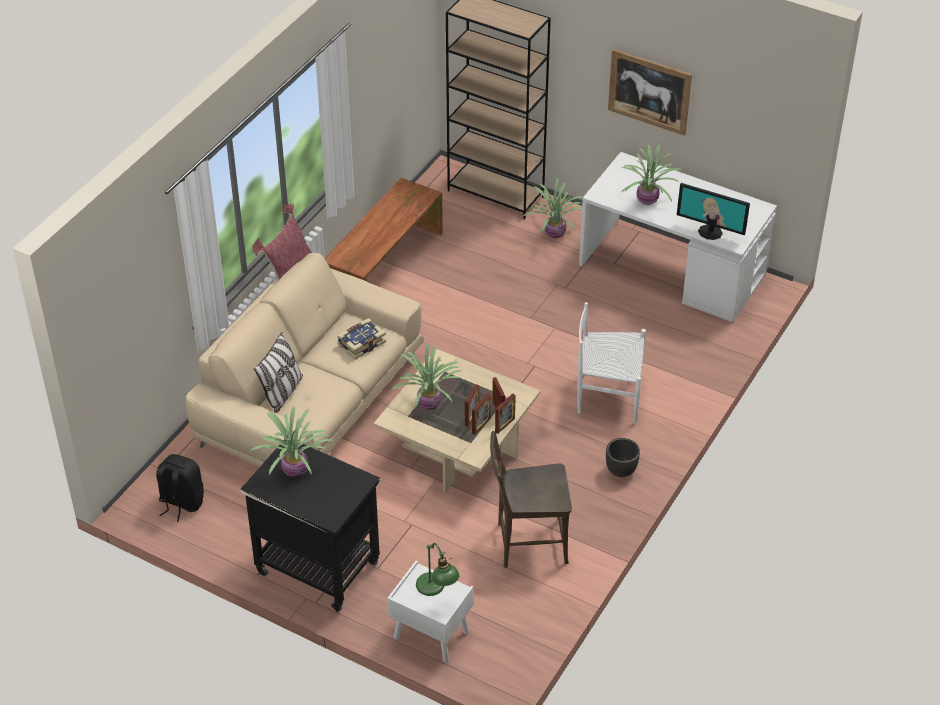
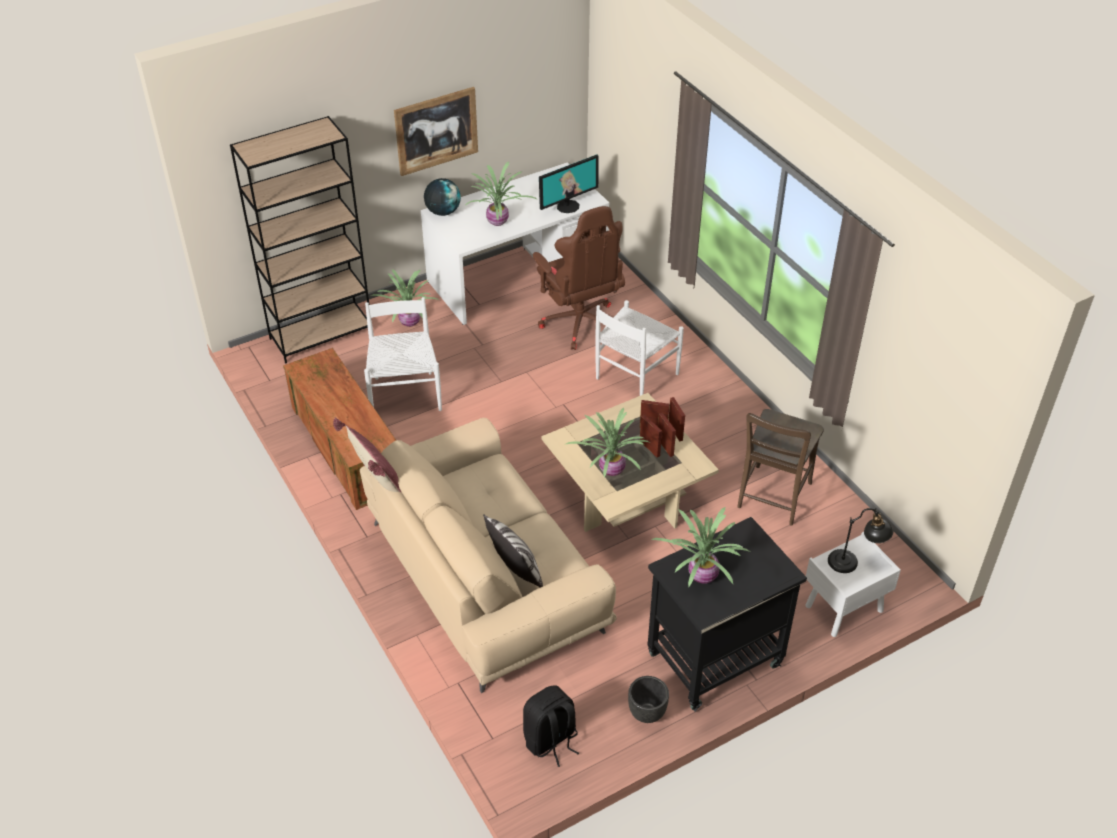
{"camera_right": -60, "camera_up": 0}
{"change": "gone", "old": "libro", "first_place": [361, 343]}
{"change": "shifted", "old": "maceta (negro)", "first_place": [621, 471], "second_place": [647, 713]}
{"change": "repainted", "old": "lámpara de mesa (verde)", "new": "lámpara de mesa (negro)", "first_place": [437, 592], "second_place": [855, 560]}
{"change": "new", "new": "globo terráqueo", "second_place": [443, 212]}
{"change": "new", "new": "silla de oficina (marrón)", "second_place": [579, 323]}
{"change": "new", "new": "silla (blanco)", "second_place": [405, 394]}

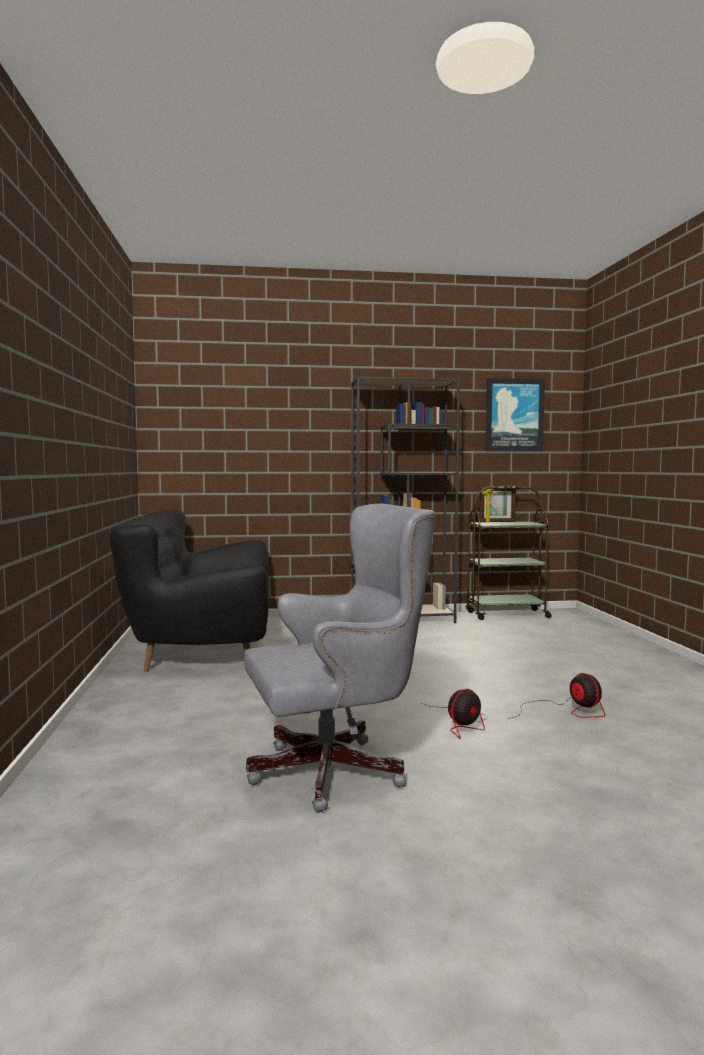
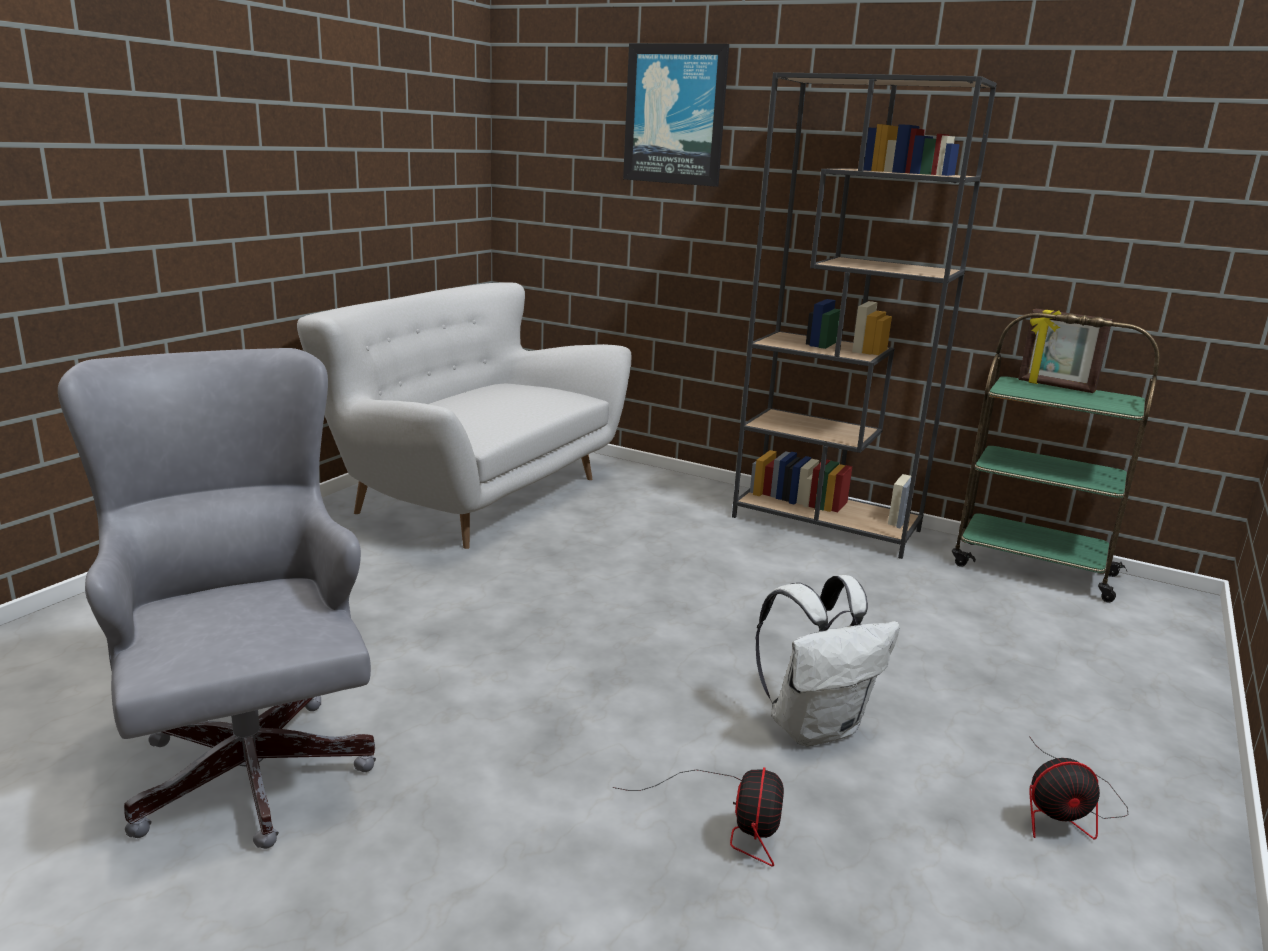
{"camera_right": 35, "camera_up": 15}
{"change": "shifted", "old": "cuadro", "first_place": [514, 415], "second_place": [675, 115]}
{"change": "rotated", "old": "silla de oficina (gris)", "first_place": [337, 771], "second_place": [248, 763], "degrees": -135}
{"change": "repainted", "old": "sofá (negro)", "new": "sofá (blanco)", "first_place": [200, 647], "second_place": [473, 493]}
{"change": "shifted", "old": "ventilador", "first_place": [462, 724], "second_place": [1066, 810]}
{"change": "new", "new": "mochila (blanco)", "second_place": [815, 726]}

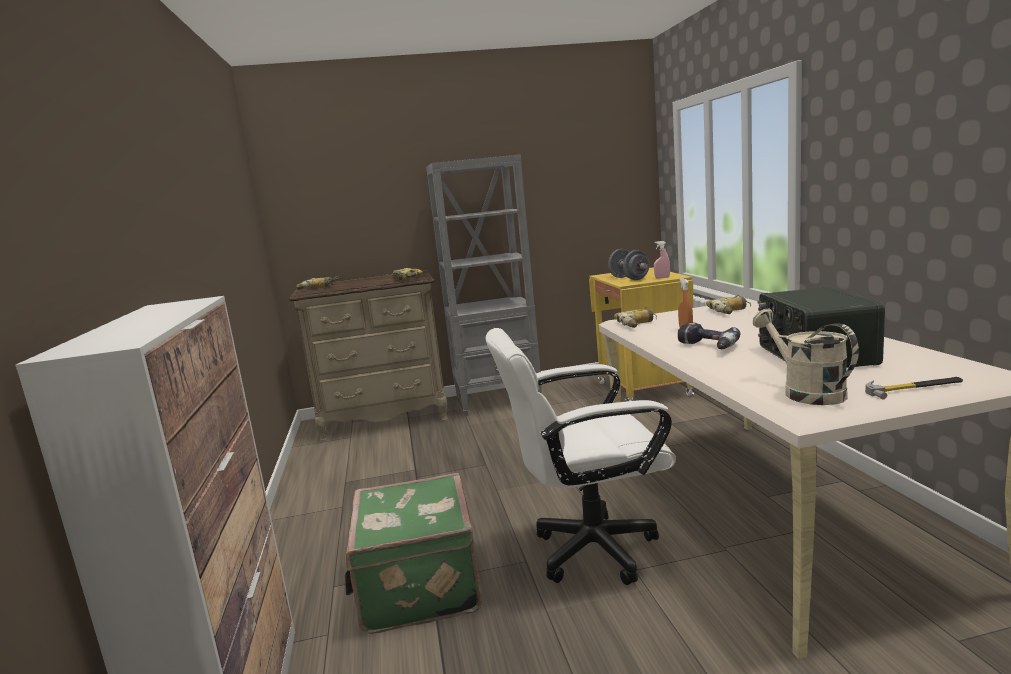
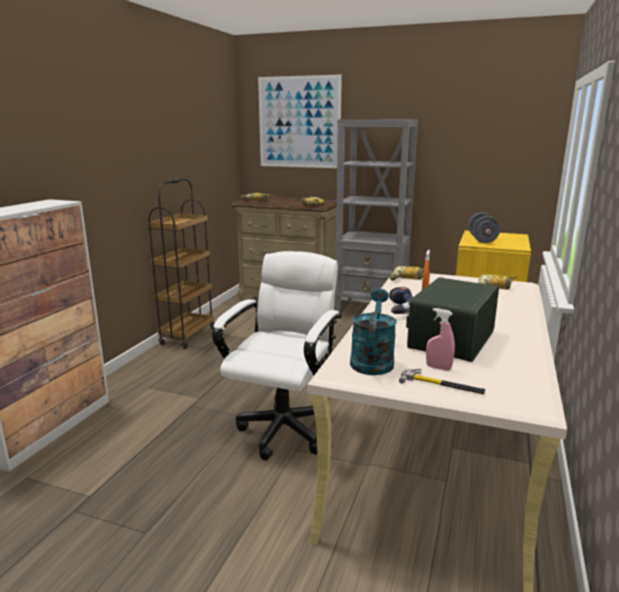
{"camera_right": 30, "camera_up": 5}
{"change": "shifted", "old": "pulverizador (rosa)", "first_place": [662, 278], "second_place": [438, 368]}
{"change": "repainted", "old": "regadera (beis)", "new": "regadera (turquesa)", "first_place": [805, 391], "second_place": [372, 360]}
{"change": "rotated", "old": "silla de oficina (blanco)", "first_place": [588, 554], "second_place": [285, 429], "degrees": 90}
{"change": "gone", "old": "maleta (verde)", "first_place": [417, 587]}
{"change": "new", "new": "cuadro", "second_place": [299, 122]}
{"change": "new", "new": "carrito (marrón)", "second_place": [187, 337]}

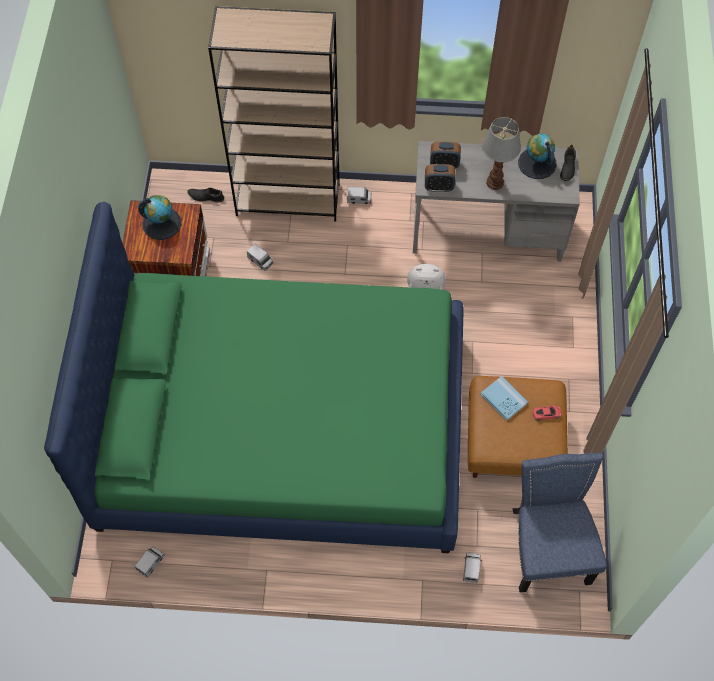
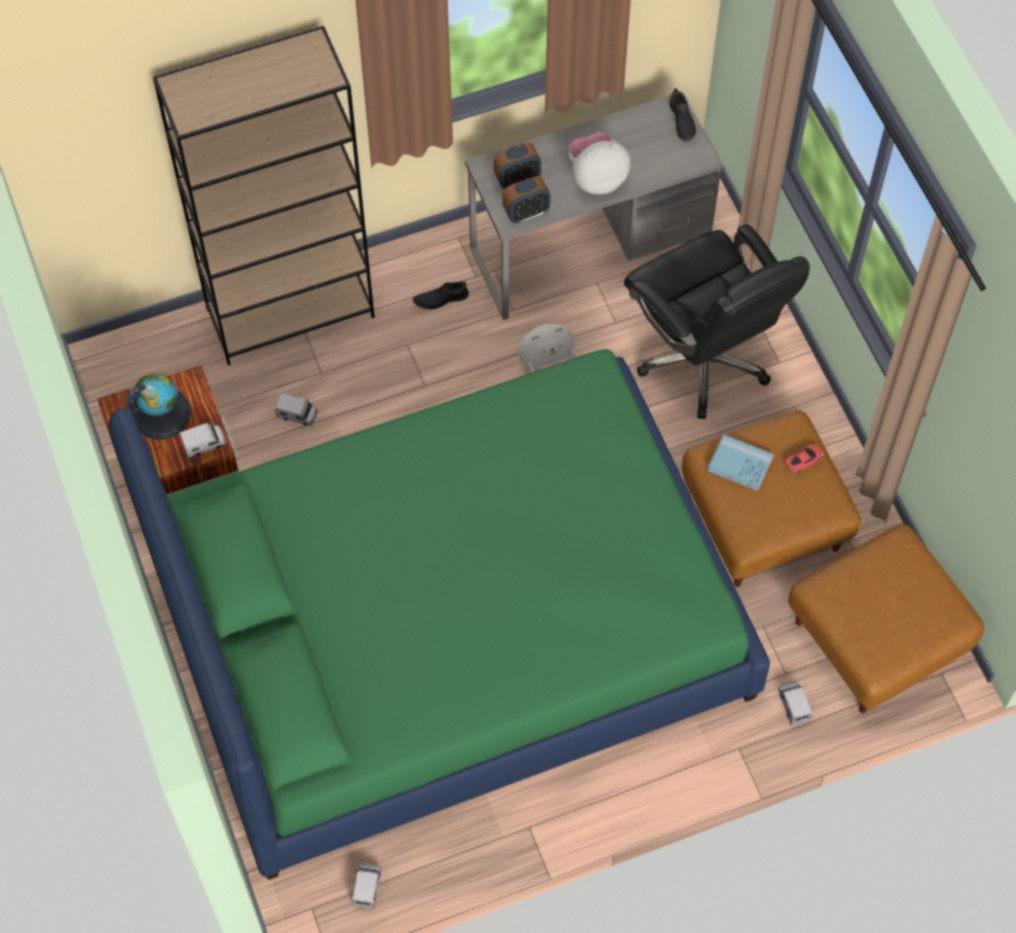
{"camera_right": -25, "camera_up": 0}
{"change": "swapped", "old": "lámpara de mesa", "new": "peluche", "first_place": [494, 182], "second_place": [596, 178]}
{"change": "gone", "old": "globo terráqueo", "first_place": [537, 163]}
{"change": "shifted", "old": "camión de juguete", "first_place": [359, 199], "second_place": [204, 444]}
{"change": "shifted", "old": "zapato (negro)", "first_place": [206, 196], "second_place": [440, 298]}
{"change": "swapped", "old": "silla (azul)", "new": "puf (marrón)", "first_place": [548, 549], "second_place": [876, 637]}
{"change": "new", "new": "silla de oficina (negro)", "second_place": [702, 358]}

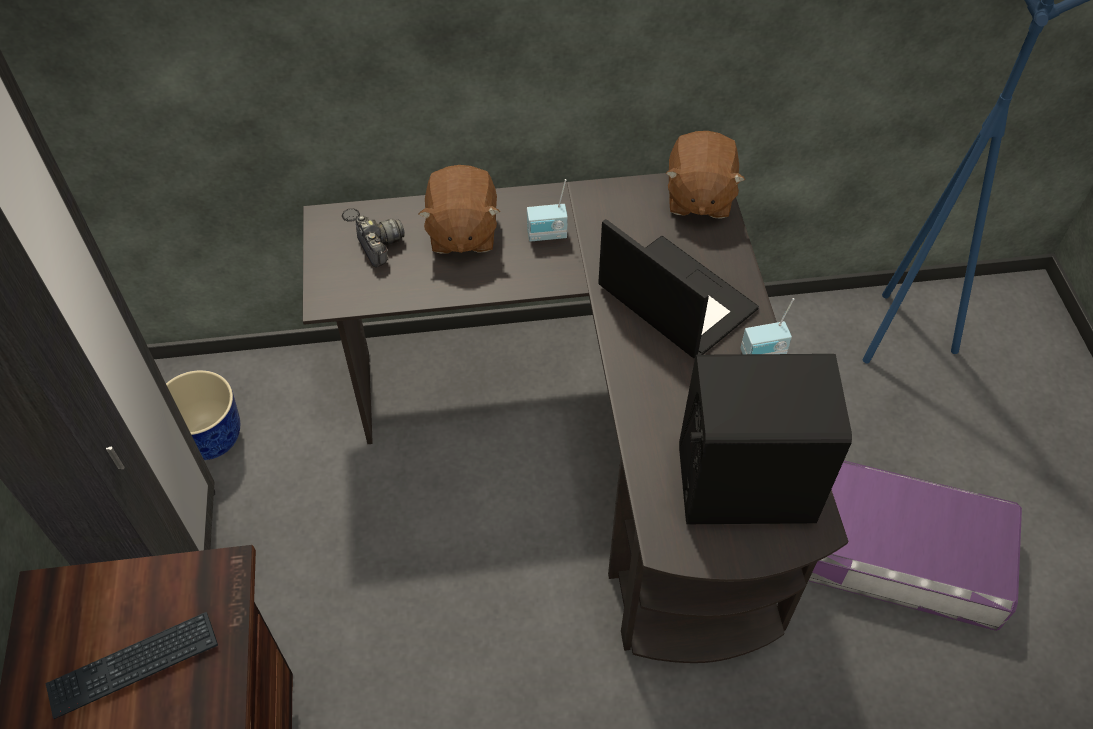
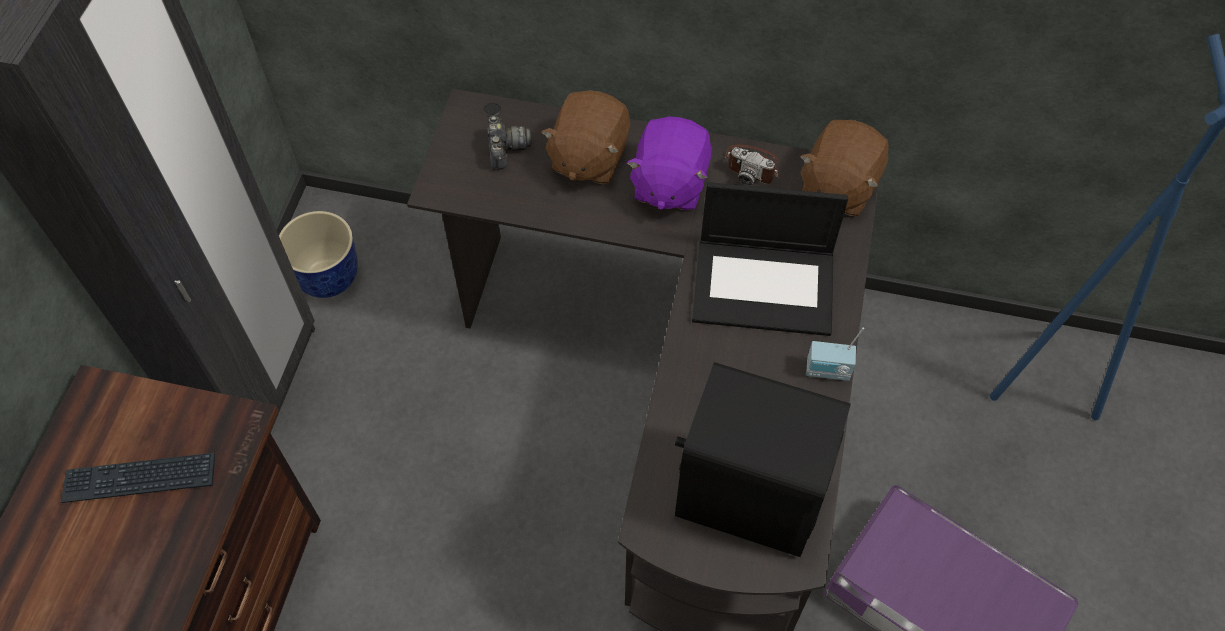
{"camera_right": 20, "camera_up": 5}
{"change": "swapped", "old": "radio", "new": "peluche (morado)", "first_place": [547, 235], "second_place": [669, 184]}
{"change": "rotated", "old": "portátil", "first_place": [674, 298], "second_place": [765, 285], "degrees": 120}
{"change": "new", "new": "cámara", "second_place": [752, 166]}

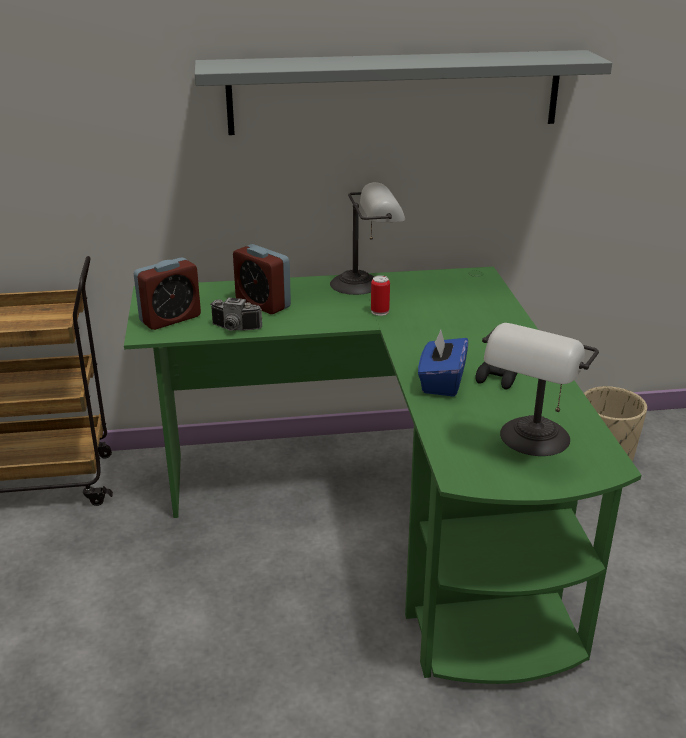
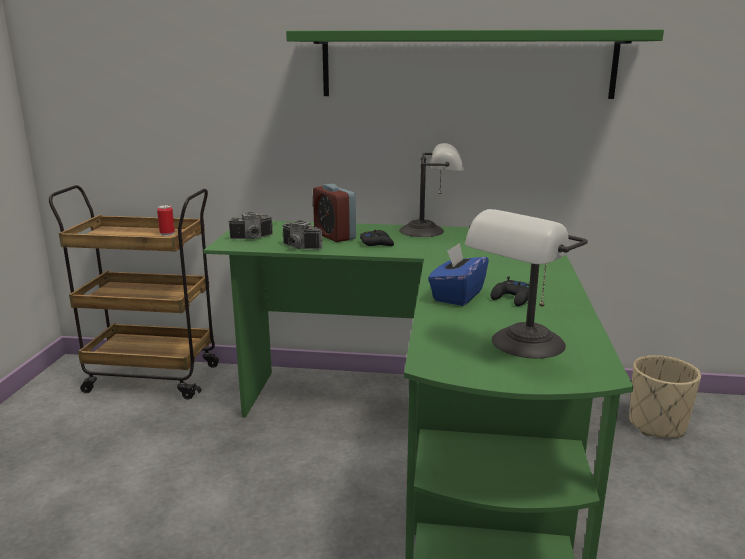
{"camera_right": 15, "camera_up": -10}
{"change": "repainted", "old": "estante (gris)", "new": "estante (verde)", "first_place": [395, 92], "second_place": [466, 64]}
{"change": "swapped", "old": "despertador", "new": "cámara", "first_place": [170, 319], "second_place": [253, 238]}
{"change": "shifted", "old": "lata", "first_place": [380, 311], "second_place": [167, 234]}
{"change": "new", "new": "mando de consola (negro)", "second_place": [377, 243]}

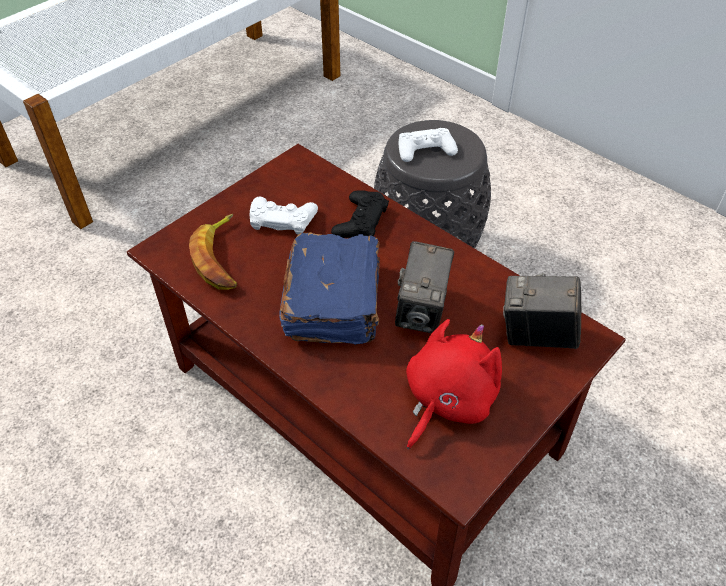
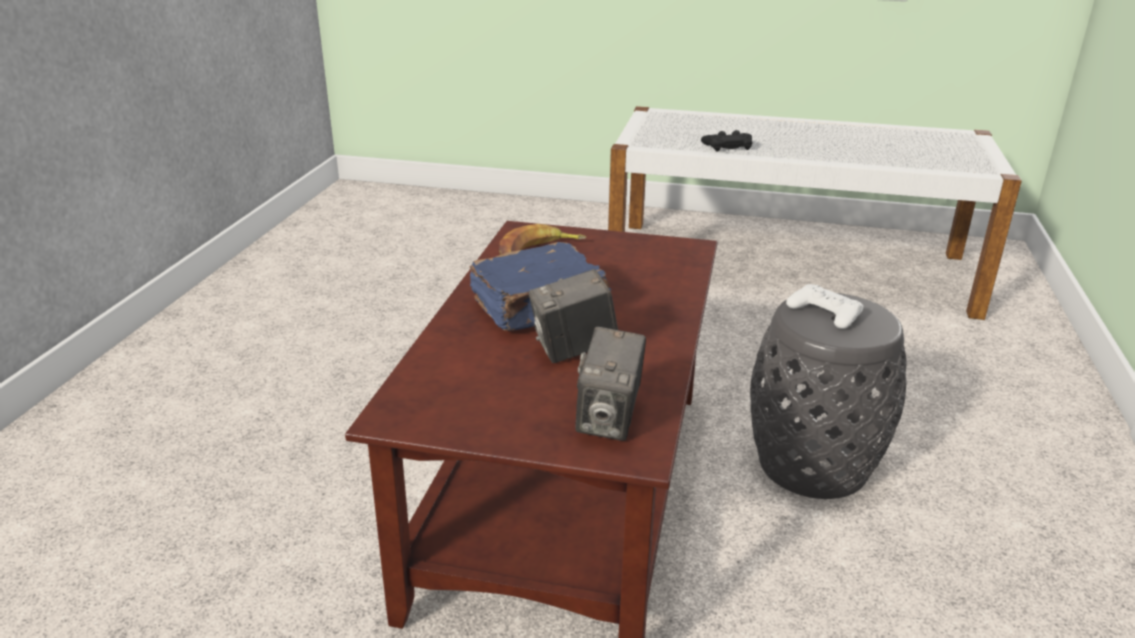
{"camera_right": 60, "camera_up": -20}
{"change": "shifted", "old": "mando de consola (negro)", "first_place": [360, 221], "second_place": [727, 146]}
{"change": "gone", "old": "mando de consola (blanco)", "first_place": [282, 219]}
{"change": "rotated", "old": "cámara", "first_place": [536, 335], "second_place": [609, 420], "degrees": -150}
{"change": "gone", "old": "peluche (rojo)", "first_place": [447, 400]}

